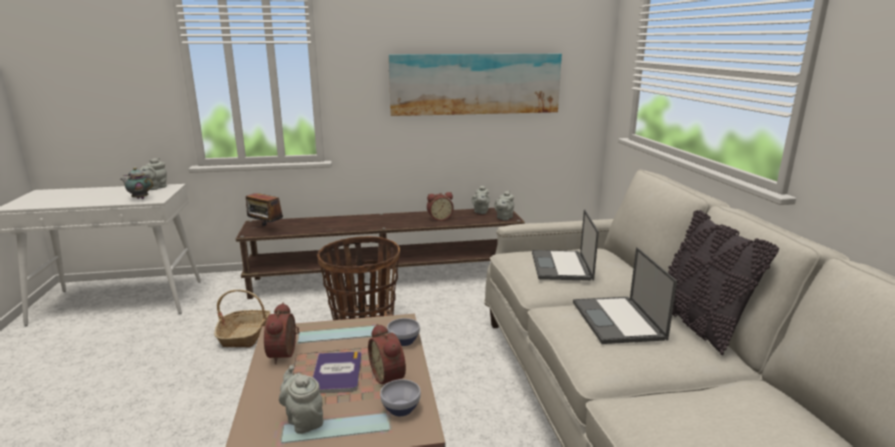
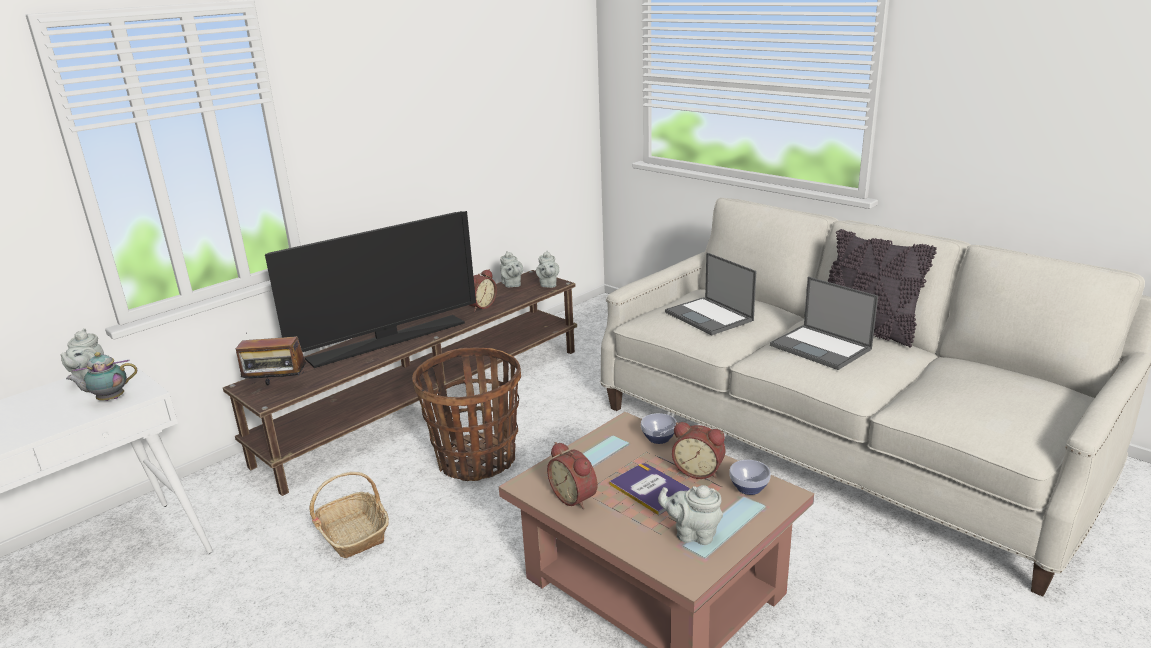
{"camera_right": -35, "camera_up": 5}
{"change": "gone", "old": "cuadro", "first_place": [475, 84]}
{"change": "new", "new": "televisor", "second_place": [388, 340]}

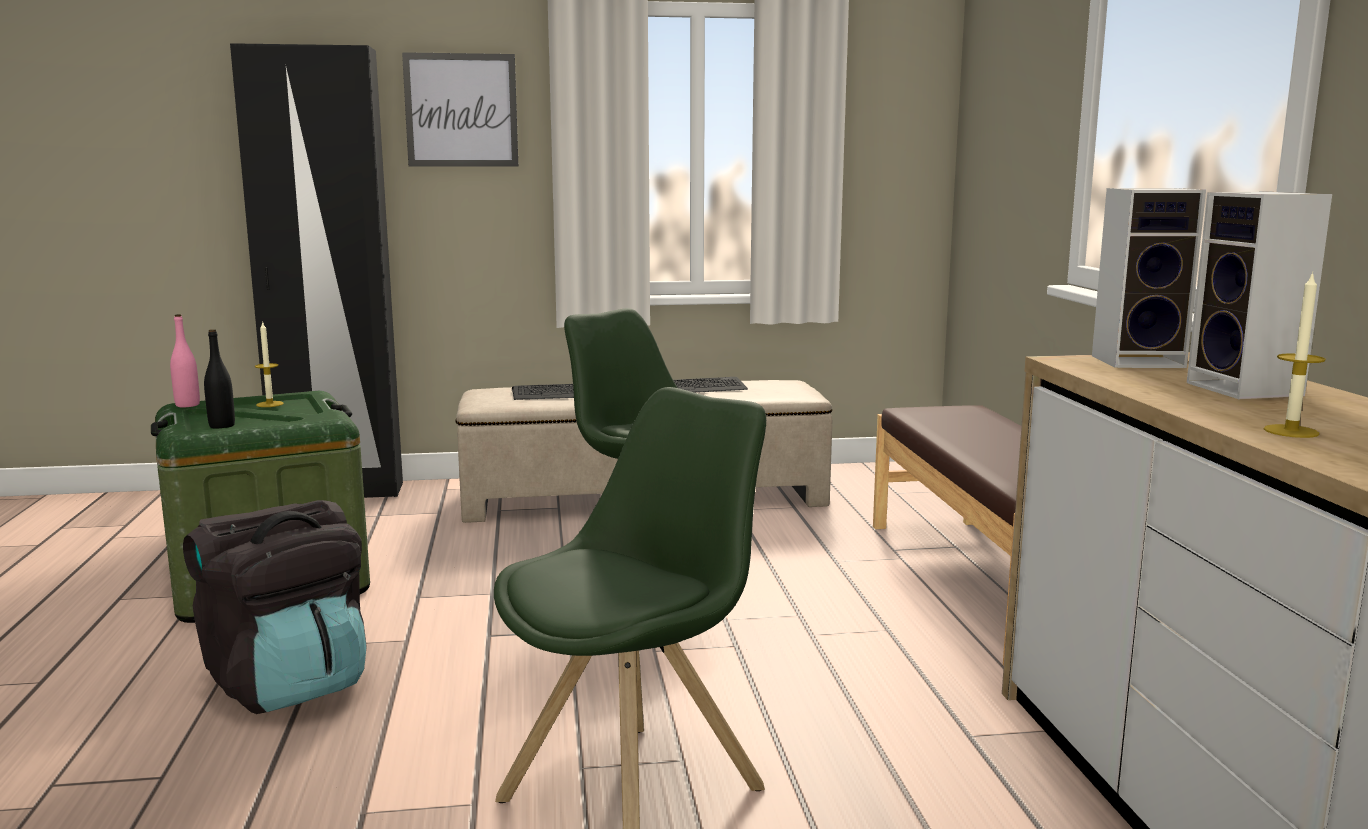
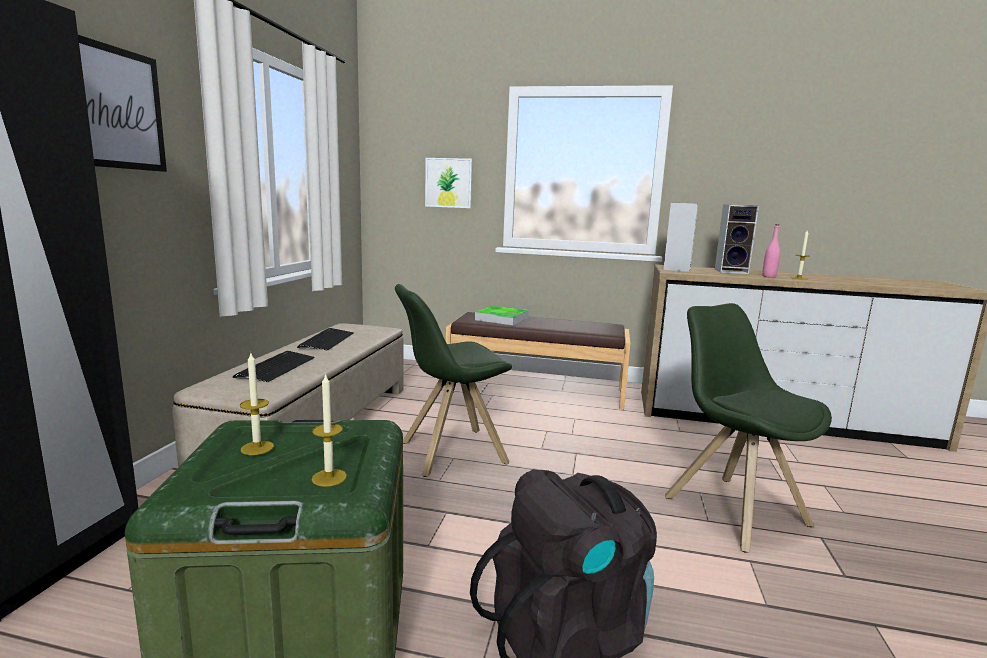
{"camera_right": -70, "camera_up": 0}
{"change": "shifted", "old": "botella (rosa)", "first_place": [187, 405], "second_place": [769, 276]}
{"change": "swapped", "old": "botella (negro)", "new": "vela", "first_place": [222, 426], "second_place": [329, 477]}
{"change": "new", "new": "cuadro", "second_place": [448, 183]}
{"change": "new", "new": "bandeja", "second_place": [502, 319]}

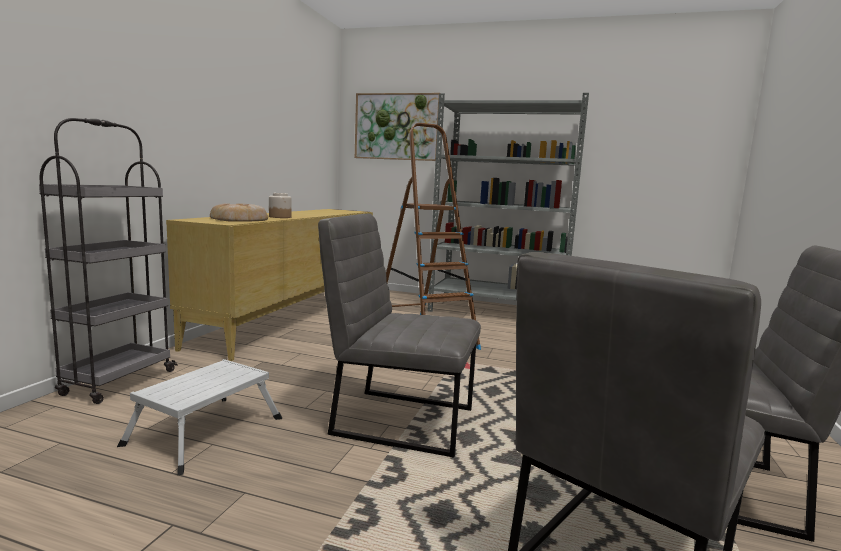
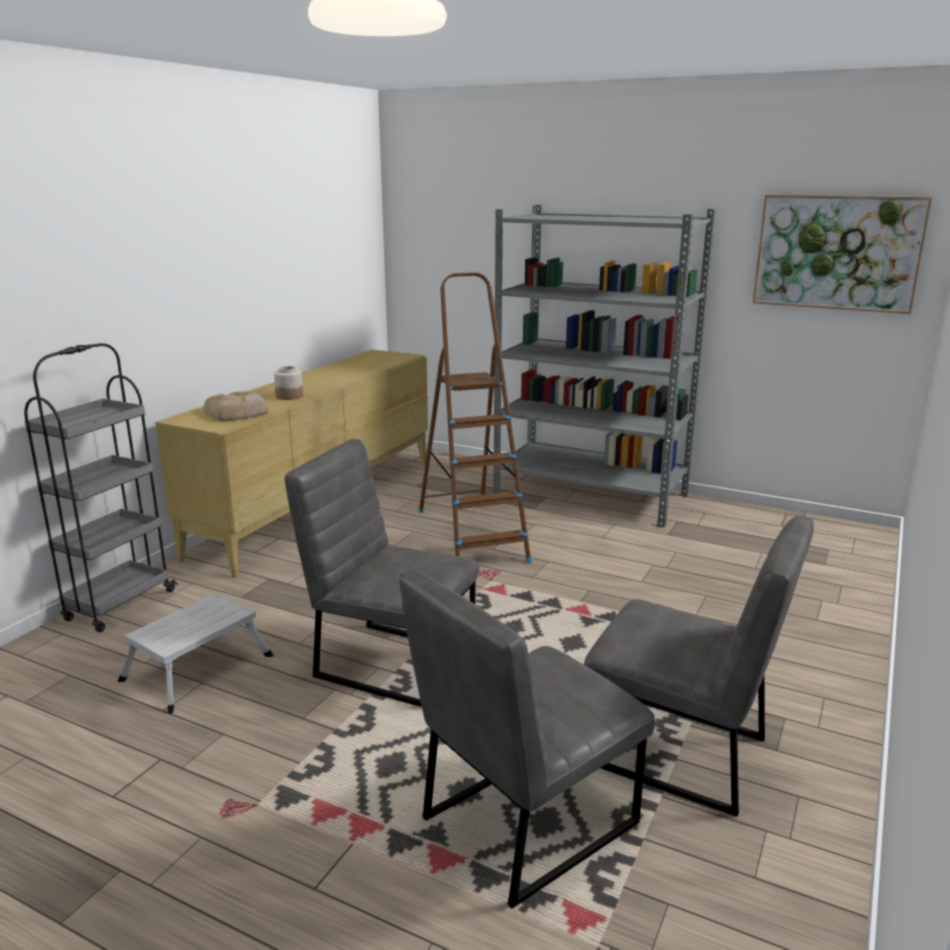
{"camera_right": 10, "camera_up": 10}
{"change": "shifted", "old": "cuadro", "first_place": [397, 127], "second_place": [837, 252]}

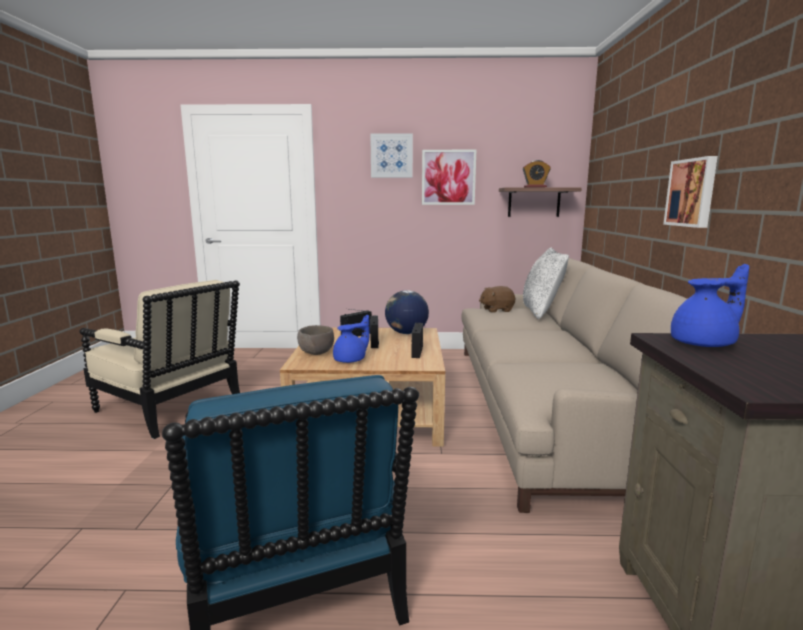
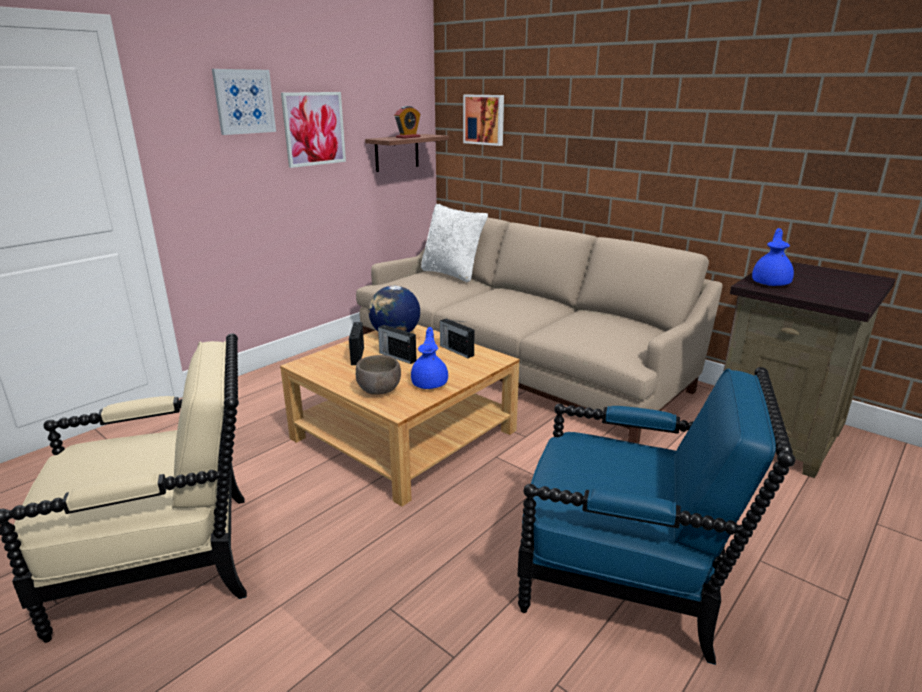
{"camera_right": -50, "camera_up": 10}
{"change": "shifted", "old": "cuadro", "first_place": [692, 193], "second_place": [484, 119]}
{"change": "gone", "old": "peluche (marrón)", "first_place": [497, 310]}

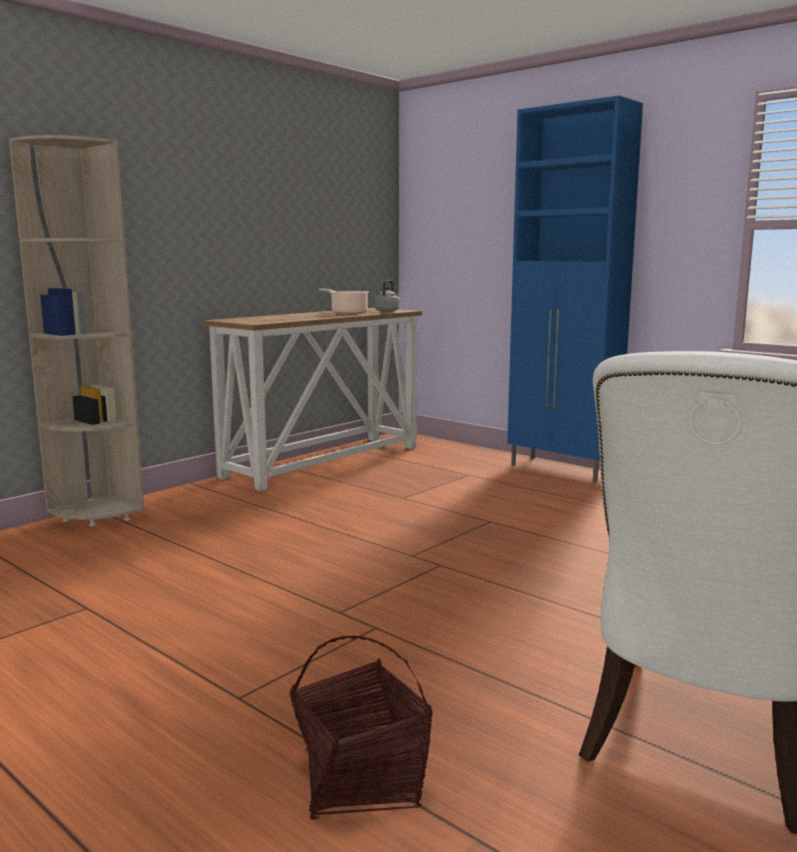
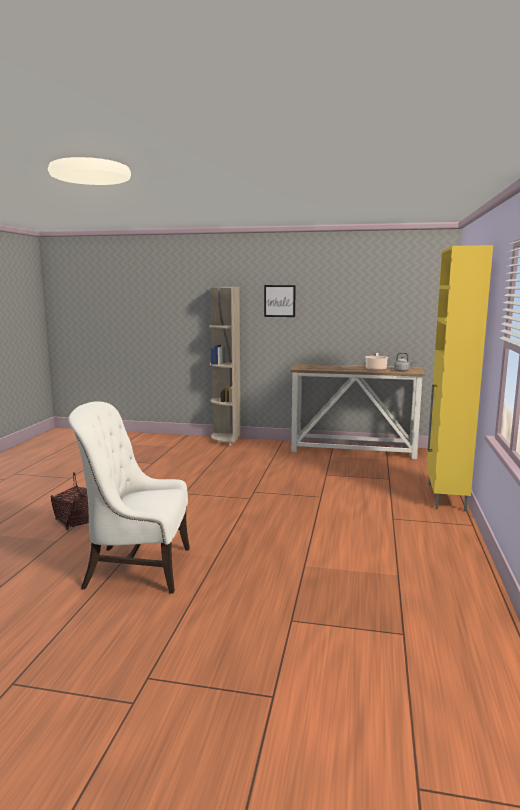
{"camera_right": 60, "camera_up": 0}
{"change": "repainted", "old": "armario (azul)", "new": "armario (amarillo)", "first_place": [563, 470], "second_place": [445, 497]}
{"change": "new", "new": "cuadro", "second_place": [279, 301]}

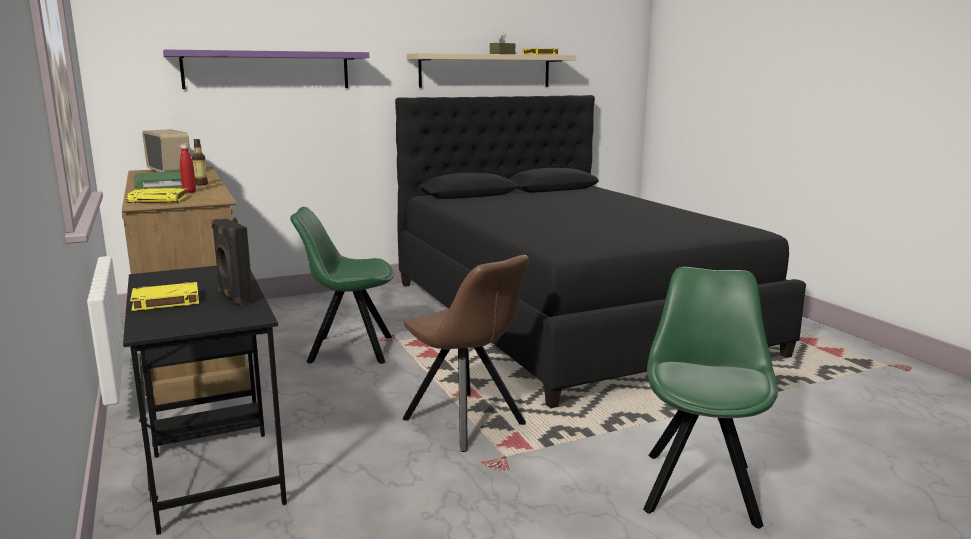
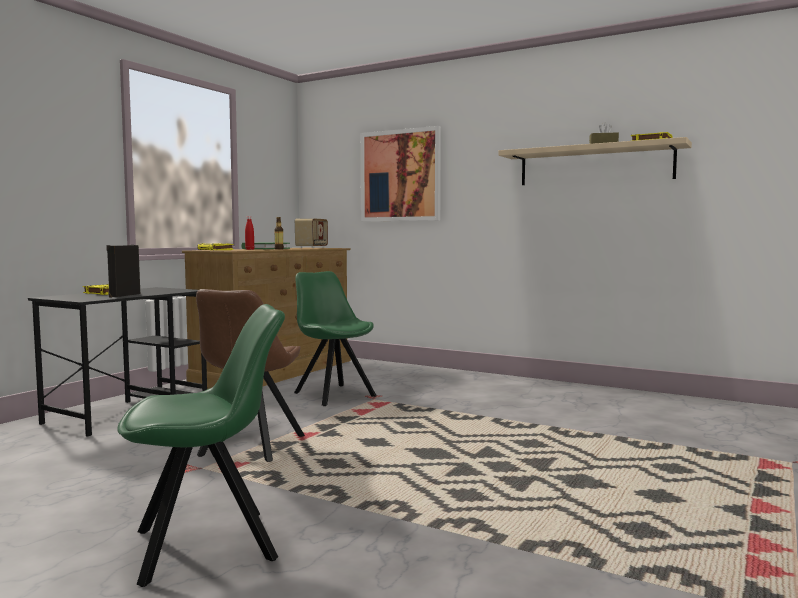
{"camera_right": 55, "camera_up": -10}
{"change": "swapped", "old": "estante (morado)", "new": "cuadro", "first_place": [267, 70], "second_place": [400, 175]}
{"change": "gone", "old": "cama (negro)", "first_place": [569, 315]}

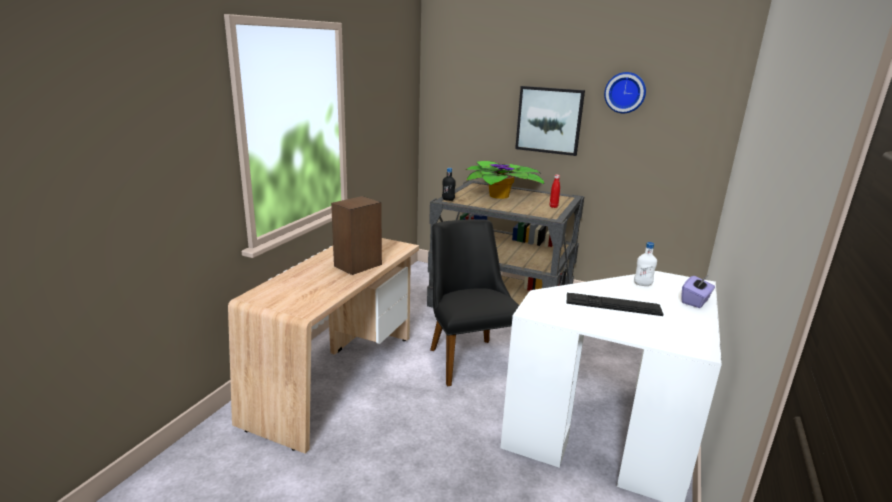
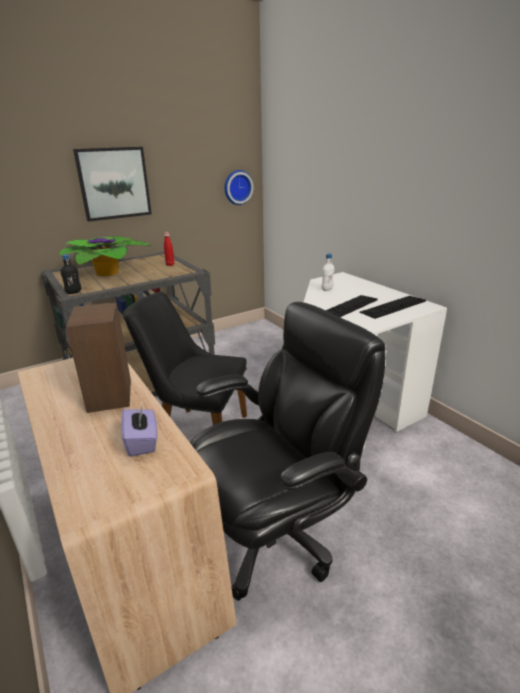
{"camera_right": -55, "camera_up": 5}
{"change": "shifted", "old": "reloj de pared", "first_place": [625, 92], "second_place": [237, 187]}
{"change": "shifted", "old": "caja de pañuelos (morado)", "first_place": [695, 301], "second_place": [142, 442]}
{"change": "new", "new": "teclado", "second_place": [393, 306]}
{"change": "new", "new": "silla de oficina (negro)", "second_place": [275, 531]}

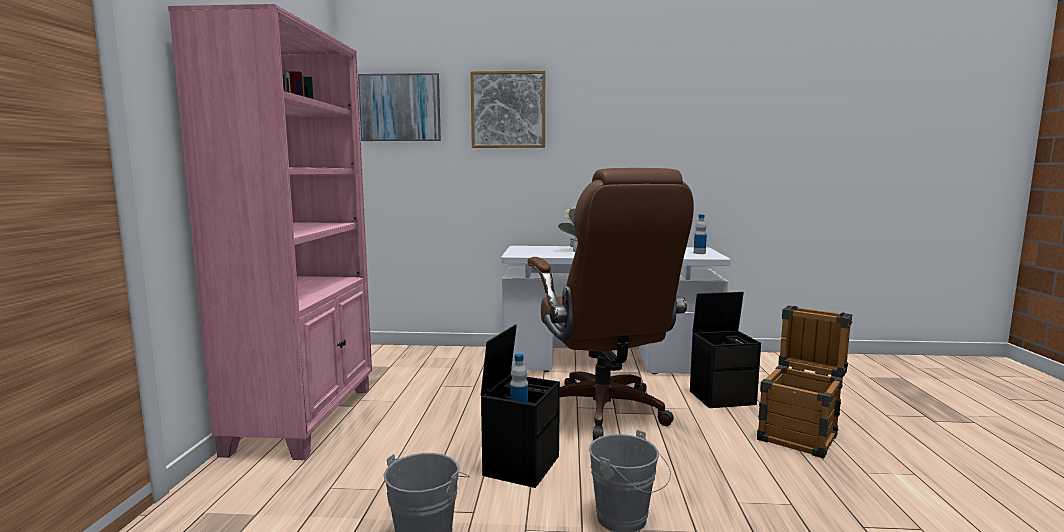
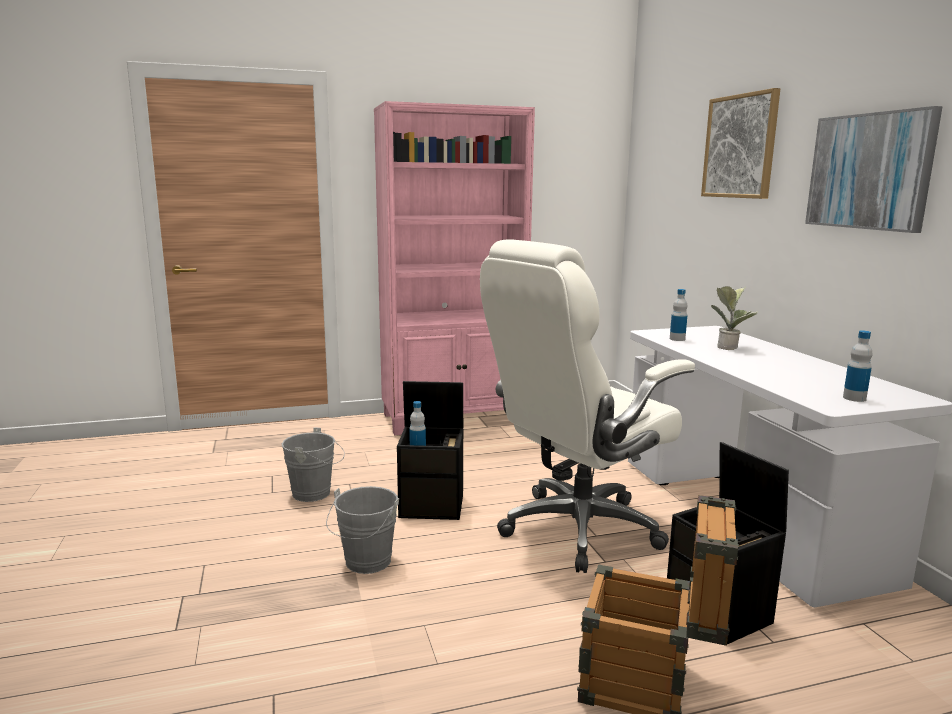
{"camera_right": 70, "camera_up": 5}
{"change": "shifted", "old": "cuadro", "first_place": [400, 108], "second_place": [869, 171]}
{"change": "repainted", "old": "silla de oficina (marrón)", "new": "silla de oficina (blanco)", "first_place": [603, 412], "second_place": [577, 530]}
{"change": "new", "new": "botella", "second_place": [677, 339]}

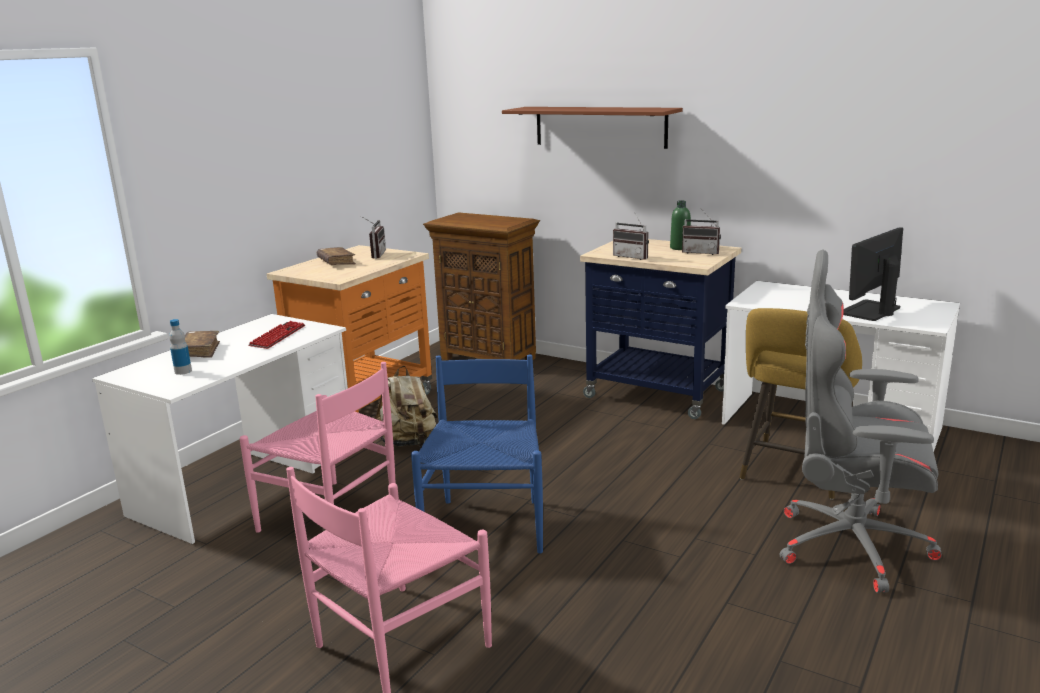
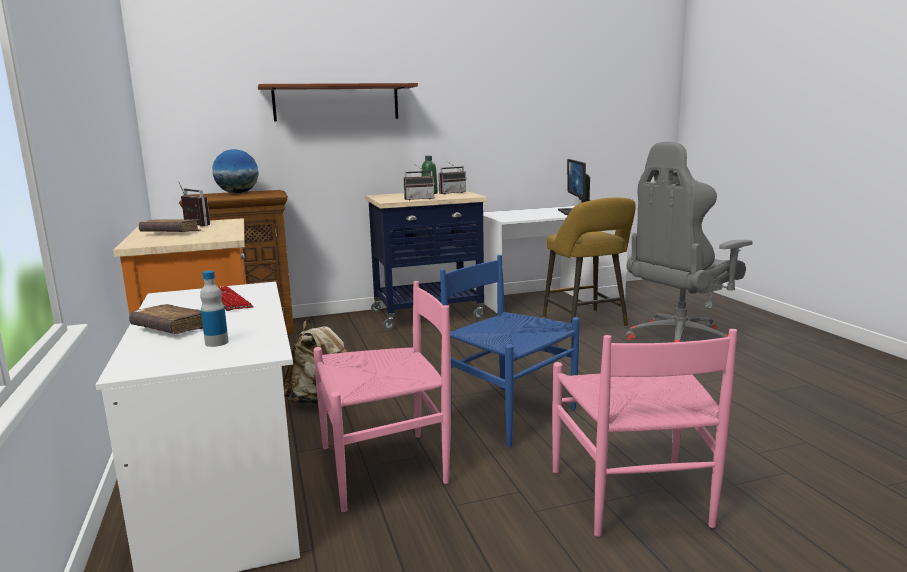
{"camera_right": -50, "camera_up": -5}
{"change": "new", "new": "globo terráqueo", "second_place": [238, 193]}

